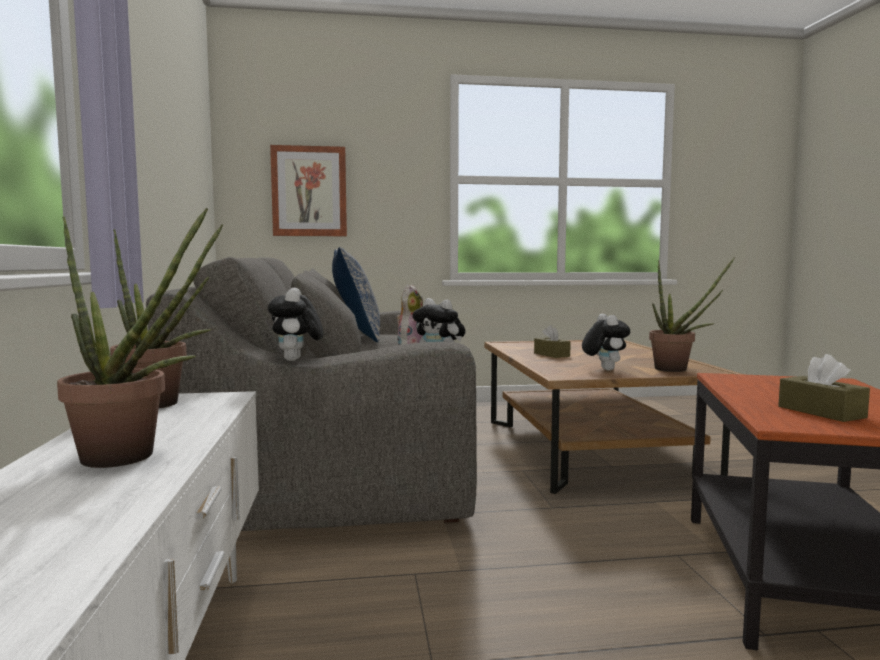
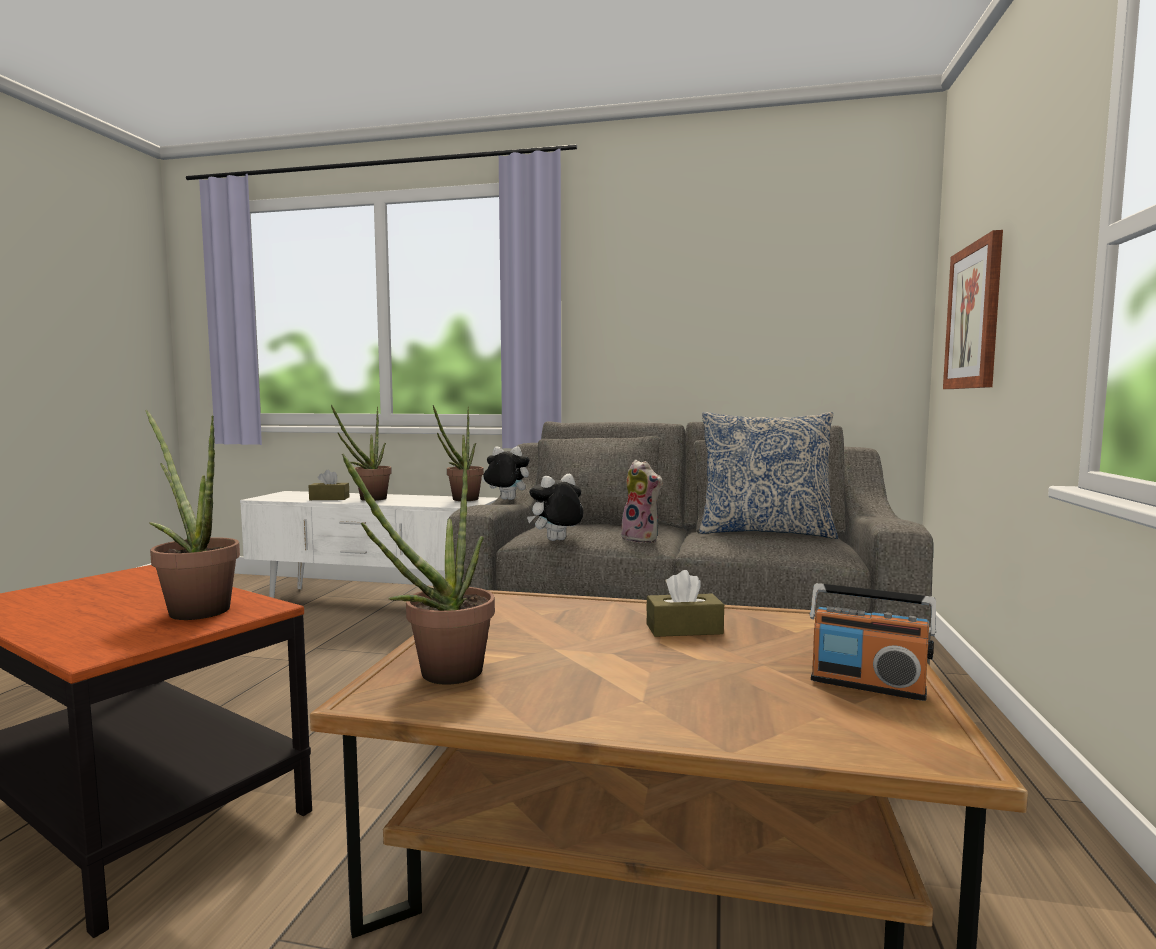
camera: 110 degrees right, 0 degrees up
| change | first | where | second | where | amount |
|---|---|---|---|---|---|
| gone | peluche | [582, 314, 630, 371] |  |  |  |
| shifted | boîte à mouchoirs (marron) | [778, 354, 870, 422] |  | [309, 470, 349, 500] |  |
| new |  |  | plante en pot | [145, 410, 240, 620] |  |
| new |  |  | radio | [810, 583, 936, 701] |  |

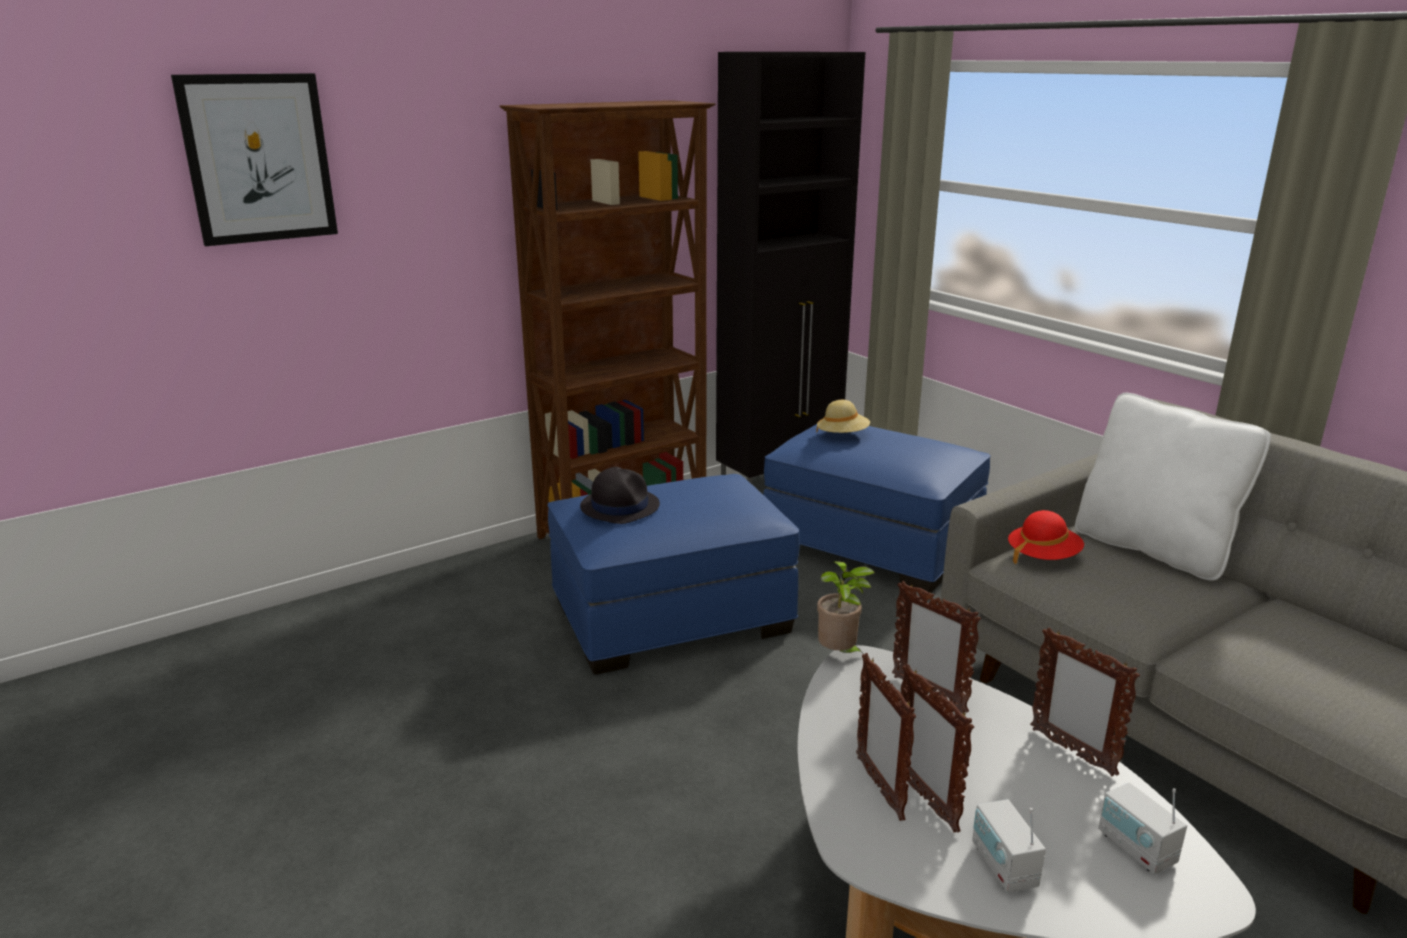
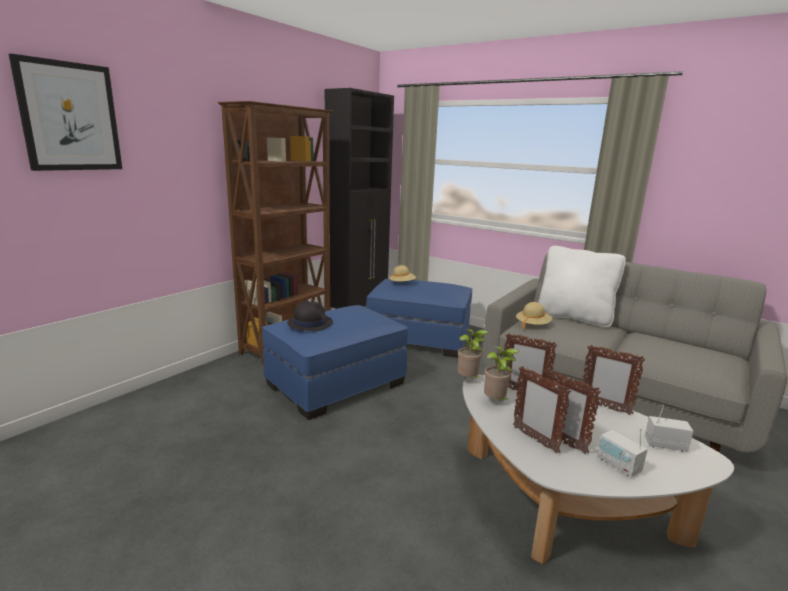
camera: 20 degrees left, 5 degrees down
| change | first | where | second | where | amount |
|---|---|---|---|---|---|
| repainted | chapeau (rouge) | [1008, 510, 1084, 565] | chapeau (beige) | [516, 302, 552, 330] |  |
| rotated | radio | [1098, 783, 1187, 874] |  | [645, 405, 694, 452] | 150 degrees clockwise |
| new |  |  | plante en pot | [484, 347, 519, 401] |  |

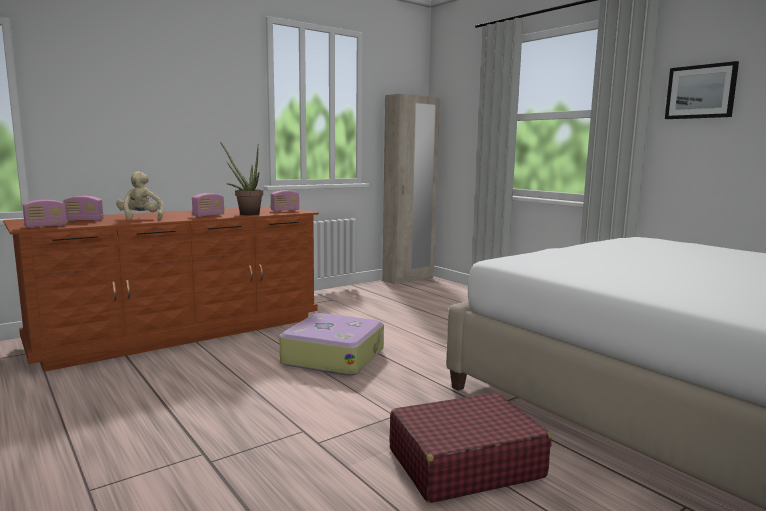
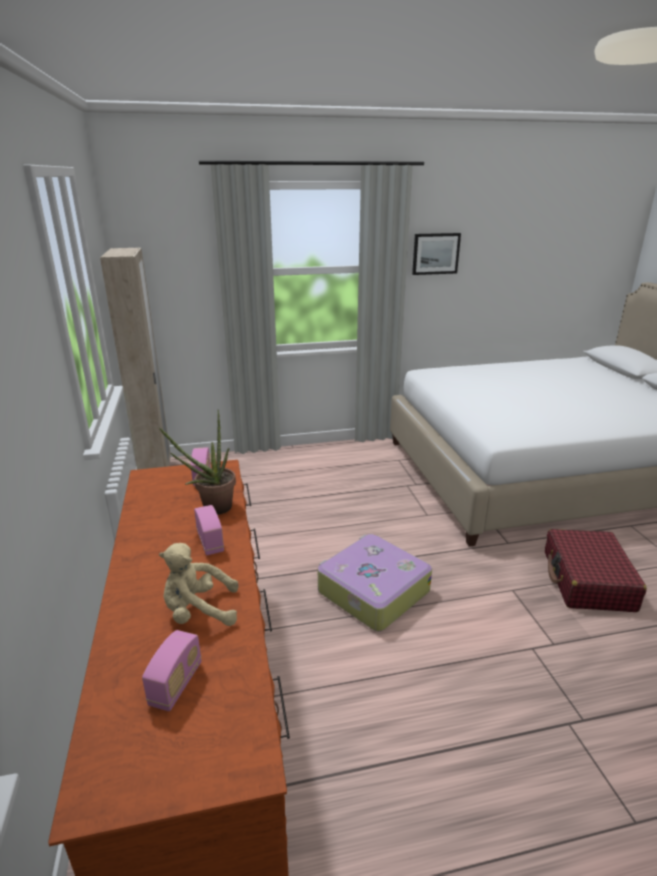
camera: 65 degrees left, 15 degrees up
| change | first | where | second | where | amount |
|---|---|---|---|---|---|
| gone | radio | [22, 200, 67, 228] |  |  |  |

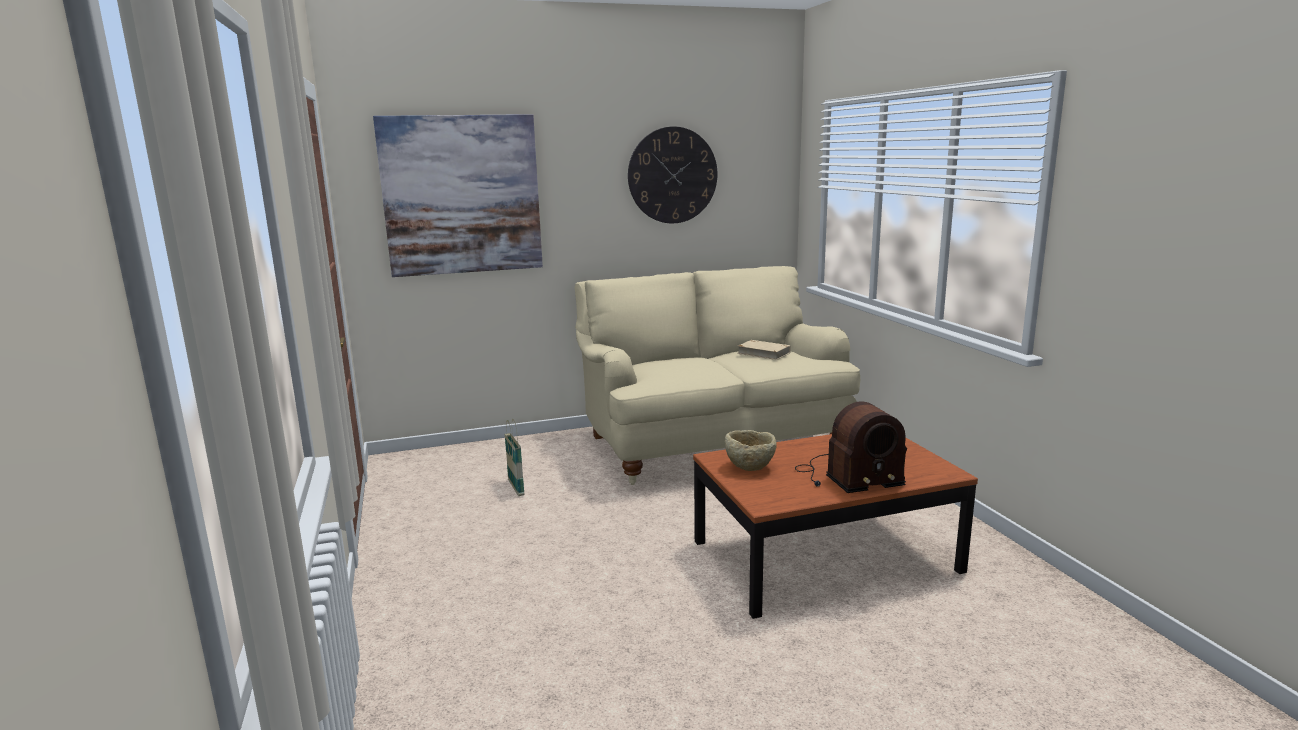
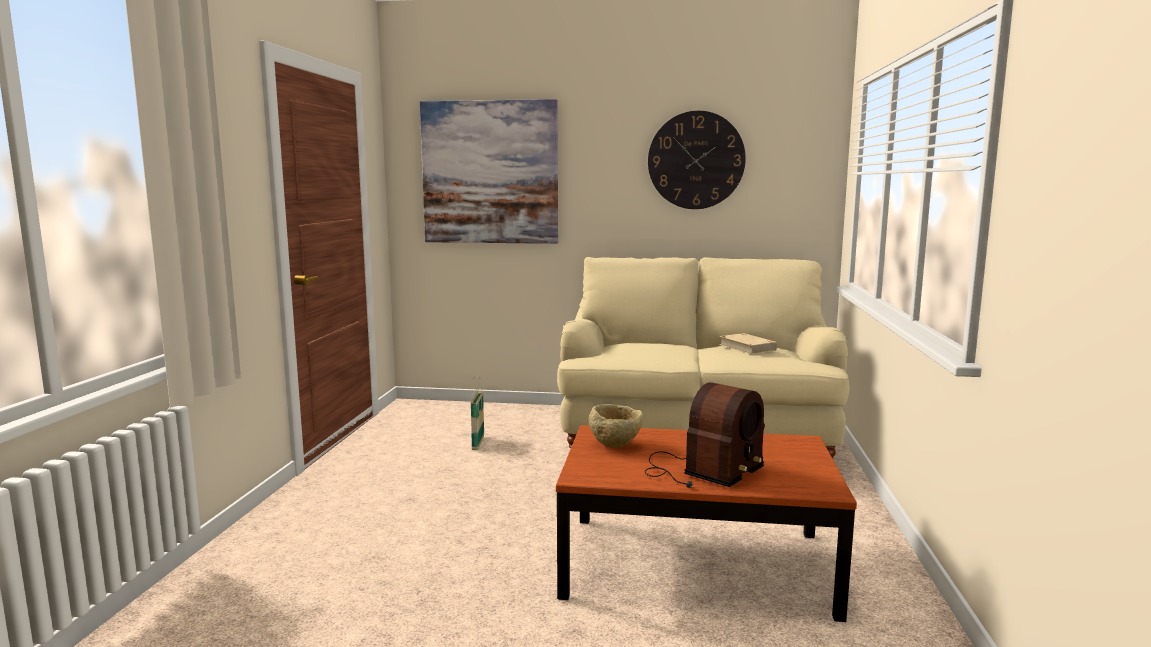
camera: 25 degrees right, 5 degrees down
| change | first | where | second | where | amount |
|---|---|---|---|---|---|
| rotated | radio | [795, 401, 907, 493] |  | [645, 382, 765, 488] | 60 degrees counterclockwise |

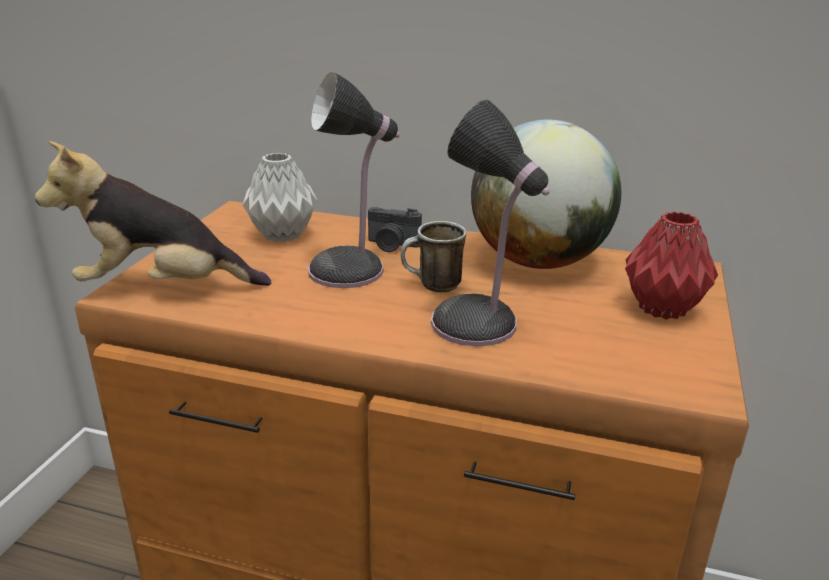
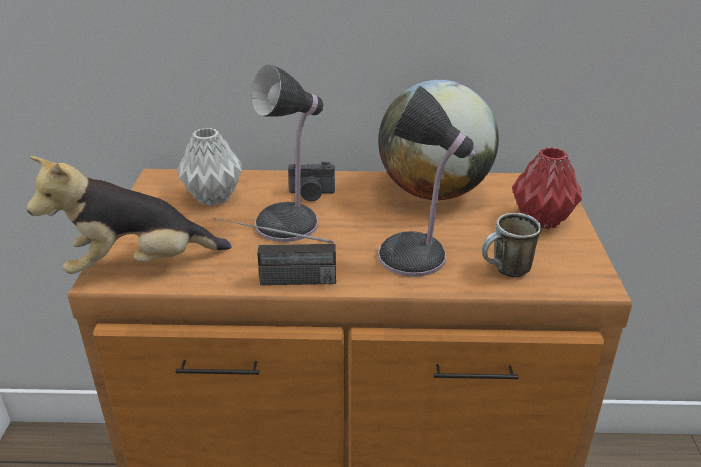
camera: 15 degrees left, 5 degrees up
| change | first | where | second | where | amount |
|---|---|---|---|---|---|
| shifted | mug | [401, 221, 466, 292] |  | [482, 213, 541, 277] |  |
| new |  |  | radio | [213, 218, 336, 285] |  |

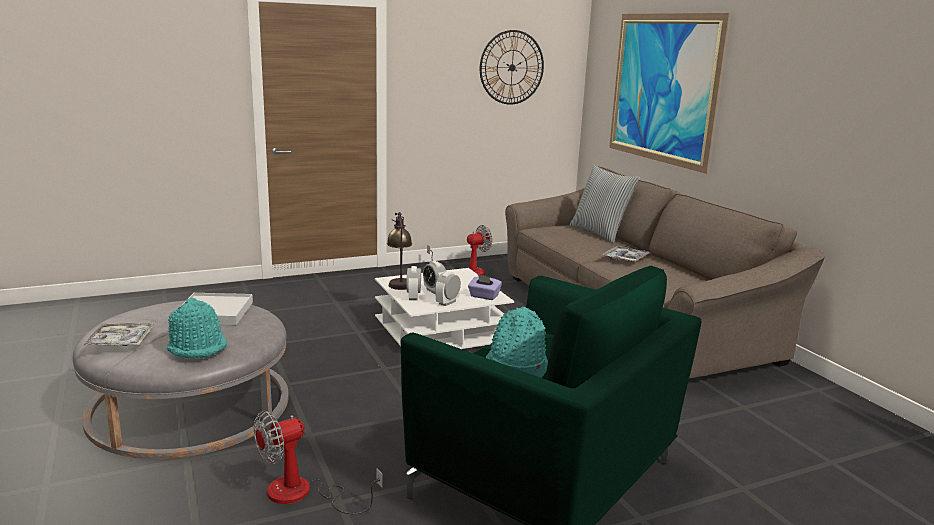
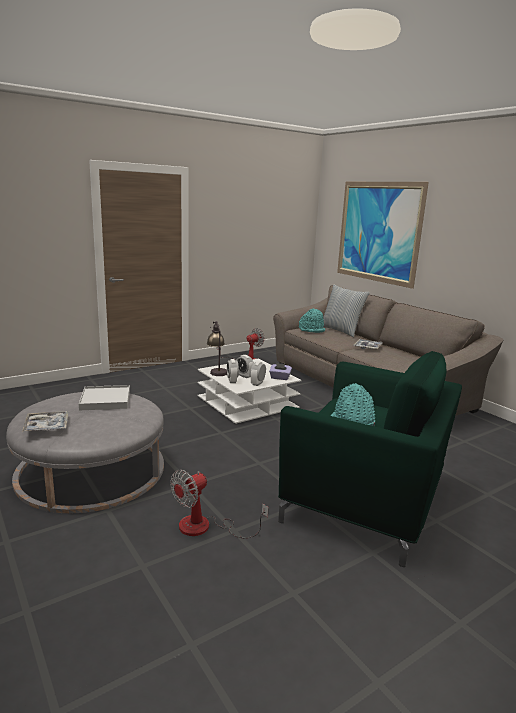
camera: 10 degrees left, 0 degrees up
| change | first | where | second | where | amount |
|---|---|---|---|---|---|
| gone | horloge murale | [480, 30, 544, 105] |  |  |  |
| shifted | chapeau (turquoise) | [166, 297, 227, 359] |  | [299, 308, 325, 333] |  |

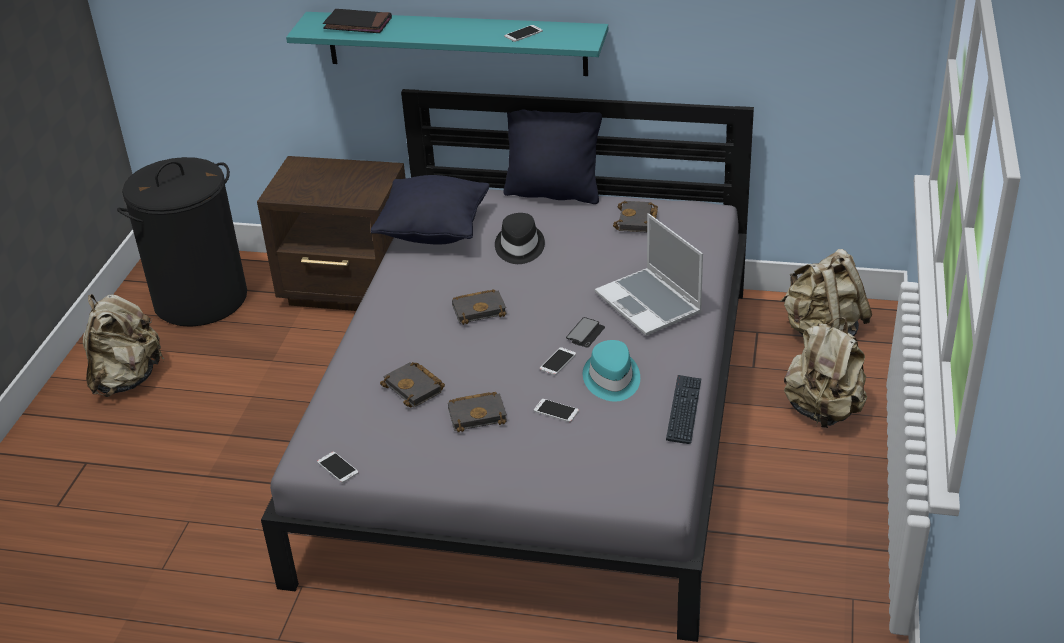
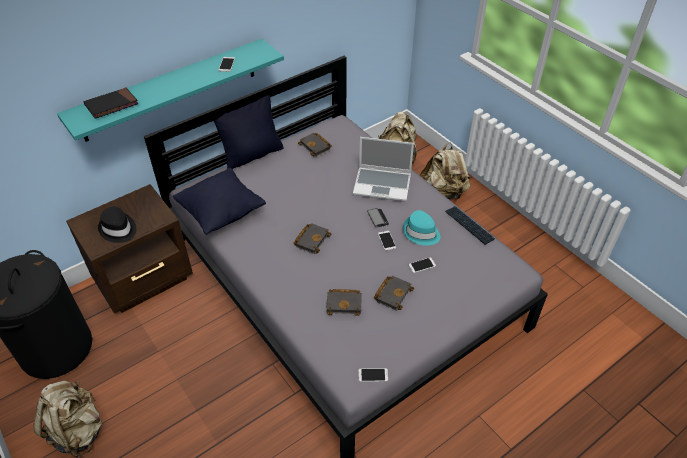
camera: 50 degrees left, 10 degrees up
| change | first | where | second | where | amount |
|---|---|---|---|---|---|
| shifted | chapeau (noir) | [495, 213, 545, 264] |  | [98, 206, 136, 243] |  |

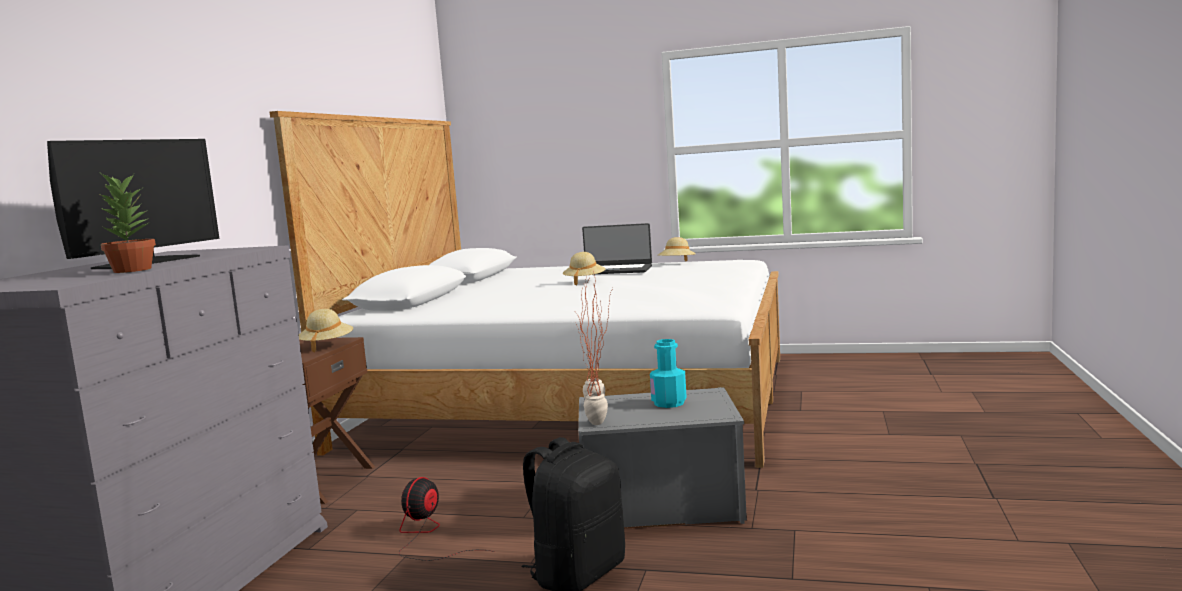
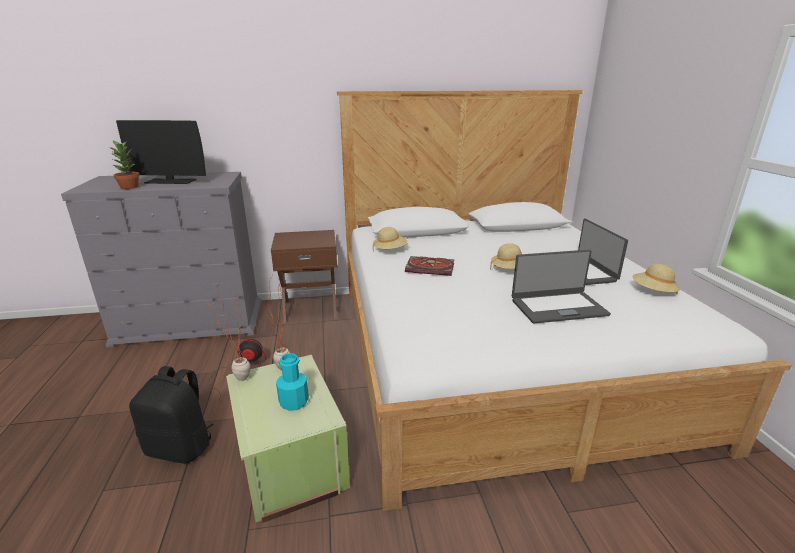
camera: 65 degrees right, 15 degrees up
| change | first | where | second | where | amount |
|---|---|---|---|---|---|
| shifted | chapeau (beige) | [299, 309, 353, 352] |  | [373, 227, 407, 250] |  |
| repainted | boîte de rangement (gris) | [578, 387, 747, 529] | boîte de rangement (vert) | [226, 355, 350, 523] |  |
| new |  |  | ordinateur portable | [512, 250, 611, 324] |  |
| new |  |  | livre | [405, 256, 454, 276] |  |

